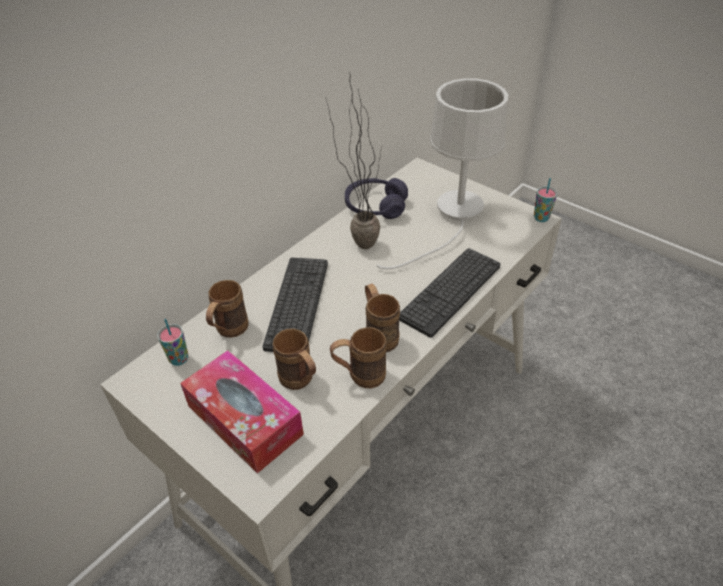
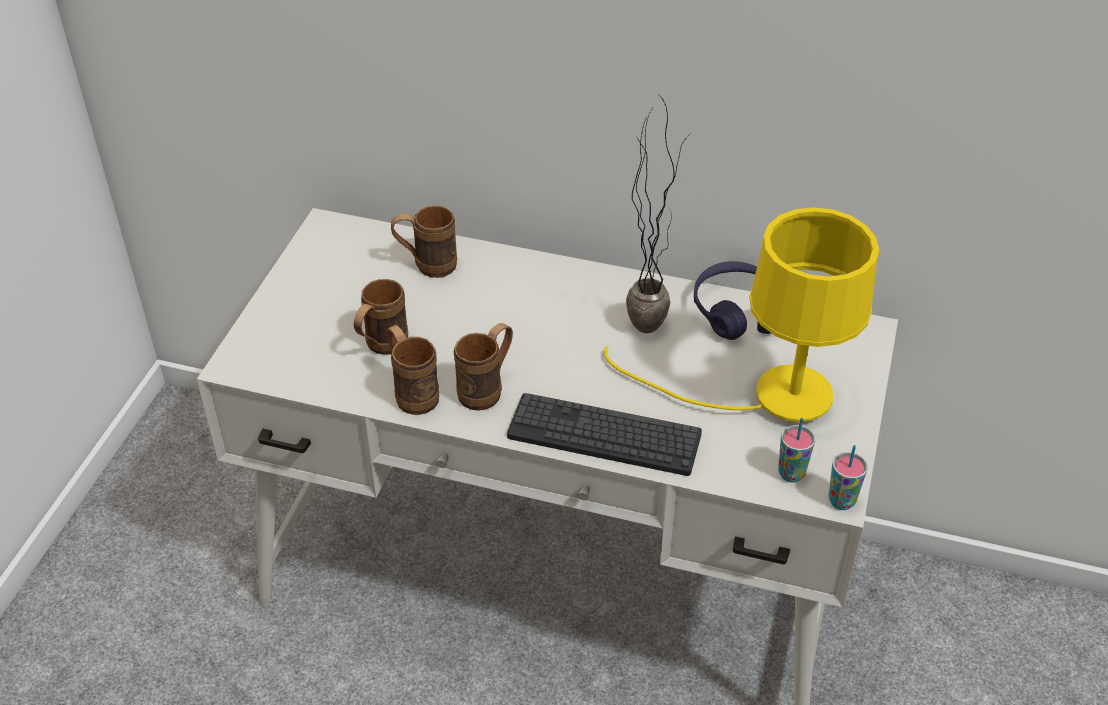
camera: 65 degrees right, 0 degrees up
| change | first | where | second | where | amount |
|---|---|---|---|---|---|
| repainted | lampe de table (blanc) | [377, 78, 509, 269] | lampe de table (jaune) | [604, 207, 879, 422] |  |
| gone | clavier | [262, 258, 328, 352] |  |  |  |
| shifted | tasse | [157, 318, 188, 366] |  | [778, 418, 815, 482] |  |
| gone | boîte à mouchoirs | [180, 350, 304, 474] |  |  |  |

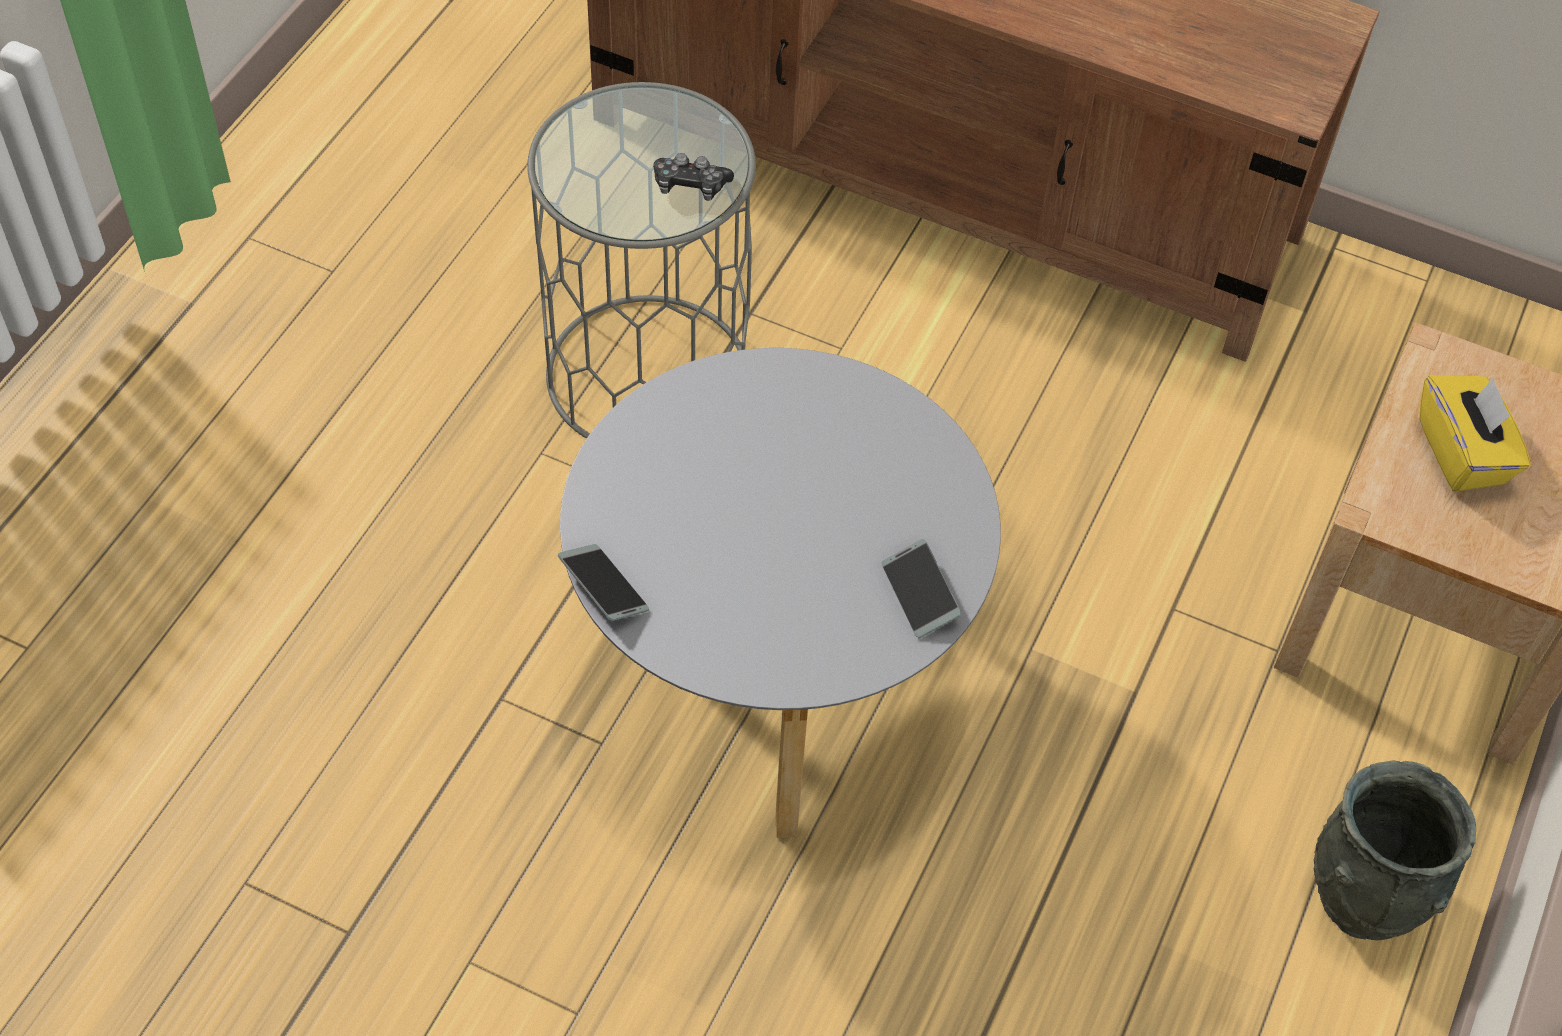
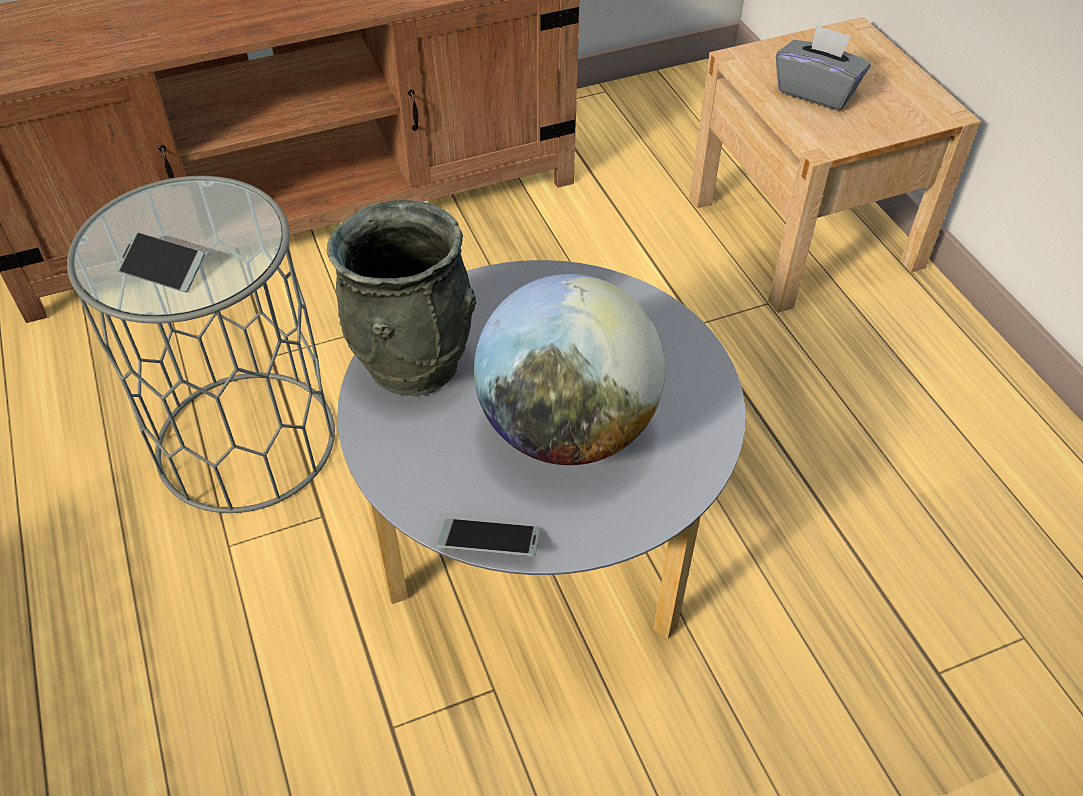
camera: 45 degrees left, 5 degrees down
| change | first | where | second | where | amount |
|---|---|---|---|---|---|
| gone | manette | [653, 153, 734, 201] |  |  |  |
| repainted | boîte à mouchoirs (jaune) | [1419, 375, 1531, 492] | boîte à mouchoirs (gris) | [776, 25, 871, 111] |  |
| shifted | téléphone | [881, 539, 961, 638] |  | [115, 232, 205, 292] |  |
| shifted | vase (gris) | [1314, 760, 1476, 940] |  | [327, 200, 476, 397] |  |
| new |  |  | globe | [474, 274, 665, 465] |  |

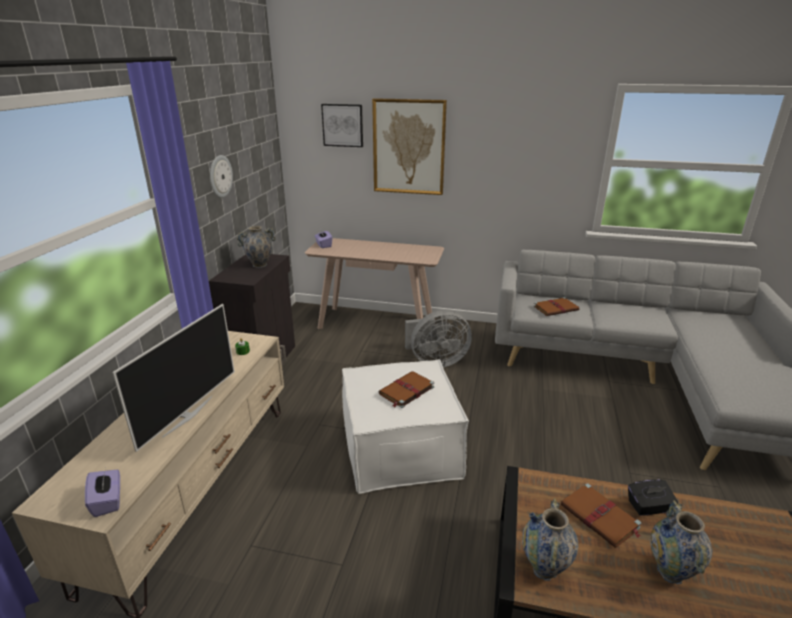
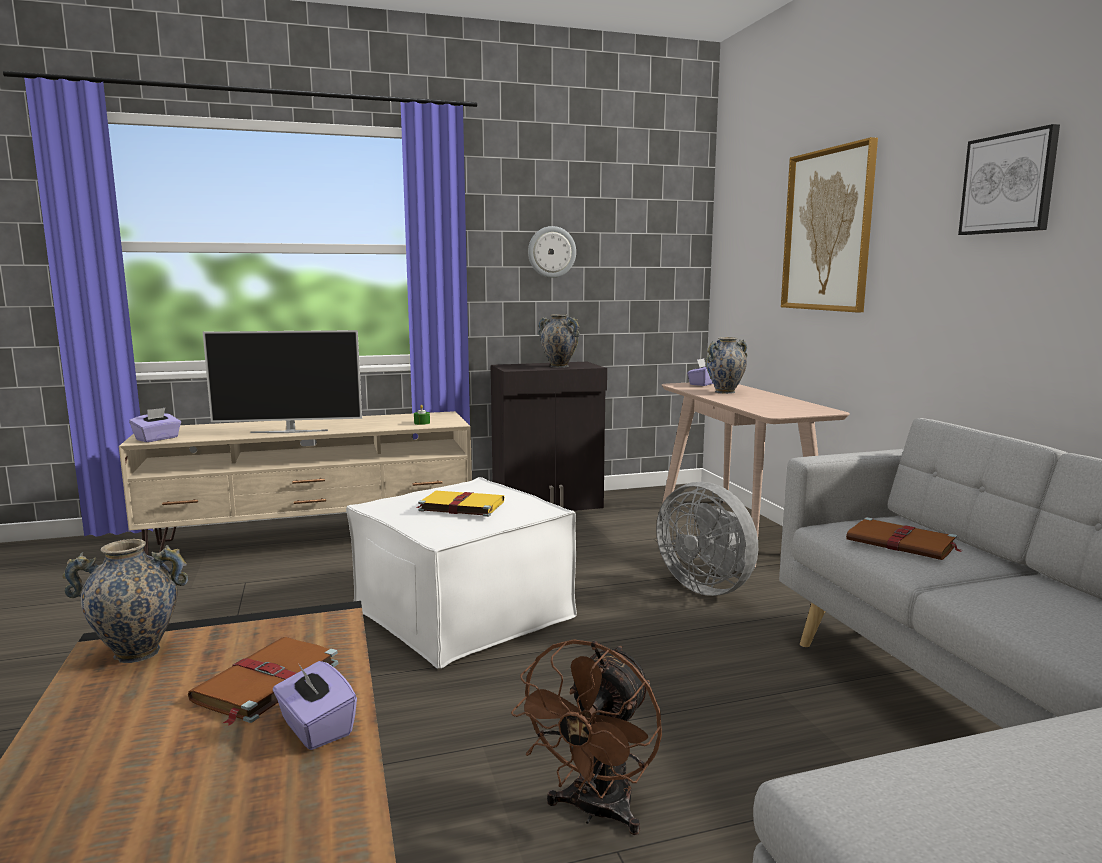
camera: 60 degrees right, 15 degrees down
| change | first | where | second | where | amount |
|---|---|---|---|---|---|
| shifted | tableau | [321, 104, 363, 147] |  | [958, 124, 1060, 235] |  |
| repainted | livre (marron) | [379, 371, 434, 408] | livre (jaune) | [416, 490, 504, 517] |  |
| repainted | boîte à mouchoirs (noir) | [628, 479, 678, 516] | boîte à mouchoirs (violet) | [273, 661, 357, 750] |  |
| shifted | vase | [650, 500, 712, 584] |  | [706, 337, 748, 394] |  |
| new |  |  | ventilateur (marron) | [511, 639, 662, 835] |  |

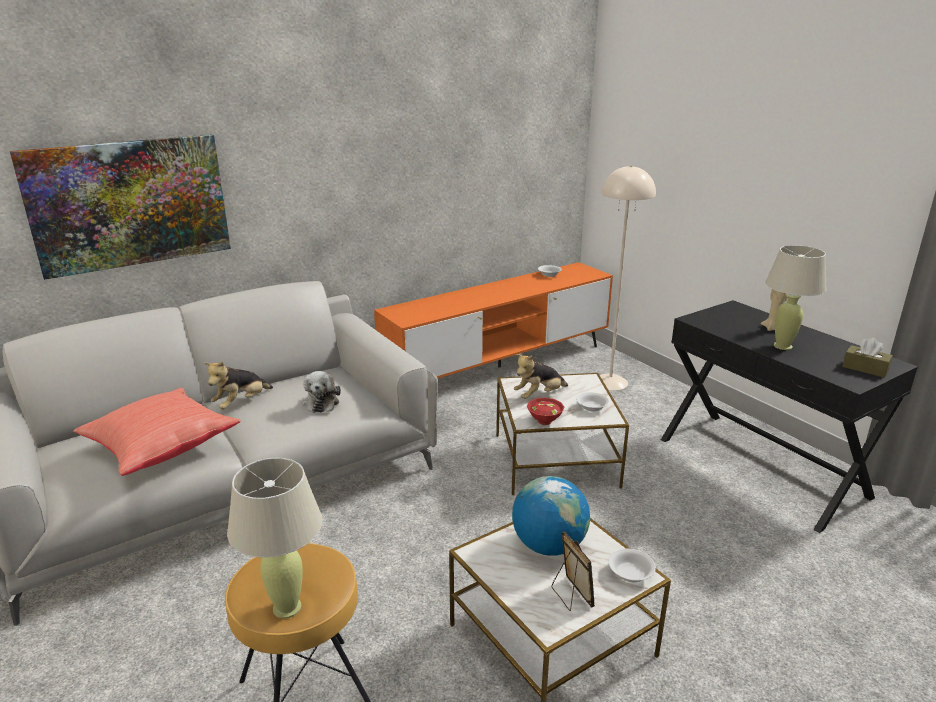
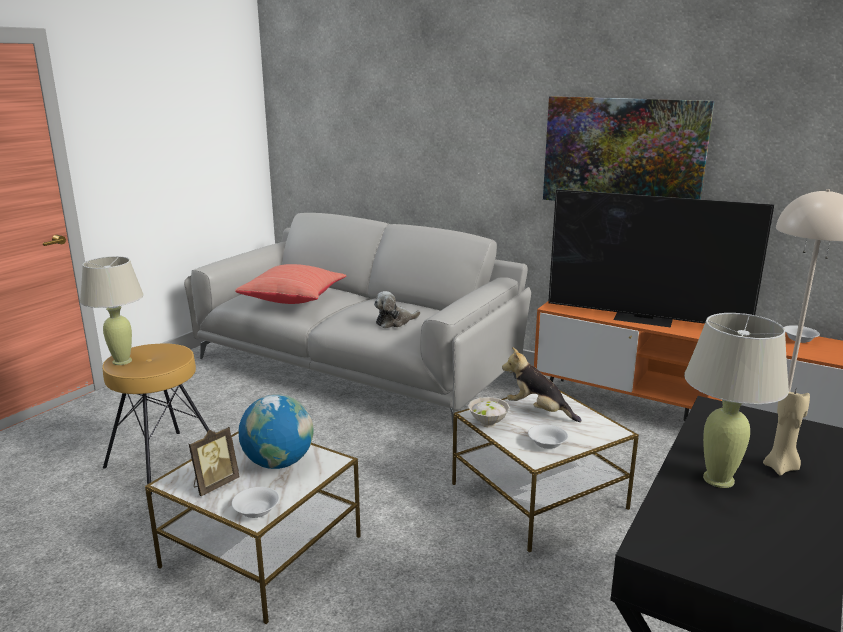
camera: 65 degrees right, 5 degrees down
| change | first | where | second | where | amount |
|---|---|---|---|---|---|
| shifted | tableau | [10, 134, 231, 280] |  | [543, 96, 715, 201] |  |
| gone | boîte à mouchoirs (marron) | [842, 338, 893, 378] |  |  |  |
| gone | peluche | [204, 361, 273, 409] |  |  |  |
| repainted | bol (rouge) | [527, 398, 564, 425] | bol (blanc) | [468, 397, 510, 428] |  |
| new |  |  | téléviseur | [548, 189, 774, 328] |  |

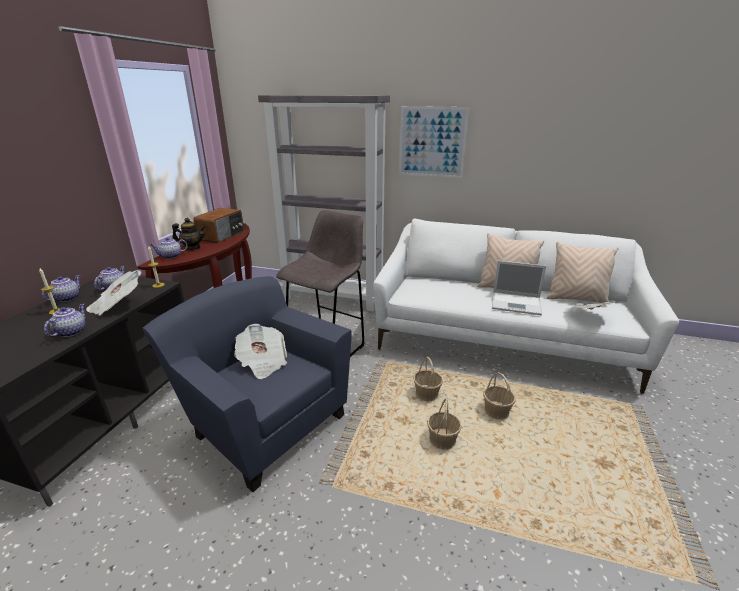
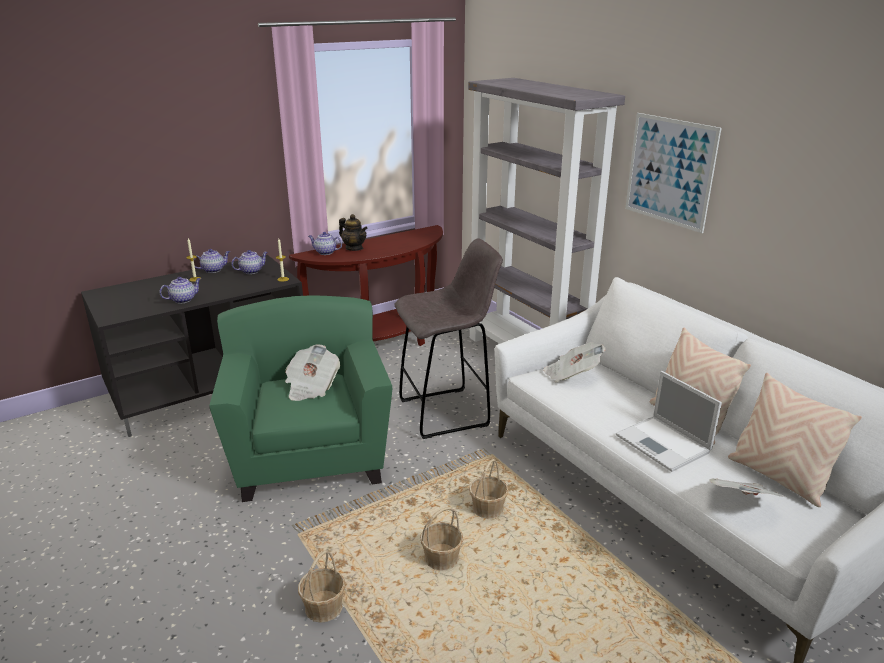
camera: 40 degrees right, 0 degrees up
| change | first | where | second | where | amount |
|---|---|---|---|---|---|
| gone | radio | [193, 208, 244, 243] |  |  |  |
| shifted | journal | [86, 270, 141, 316] |  | [543, 342, 606, 382] |  |
| repainted | fauteuil (bleu) | [142, 277, 352, 492] | fauteuil (vert) | [209, 295, 392, 502] |  |
| shifted | panier | [483, 372, 515, 420] |  | [298, 550, 345, 623] |  |

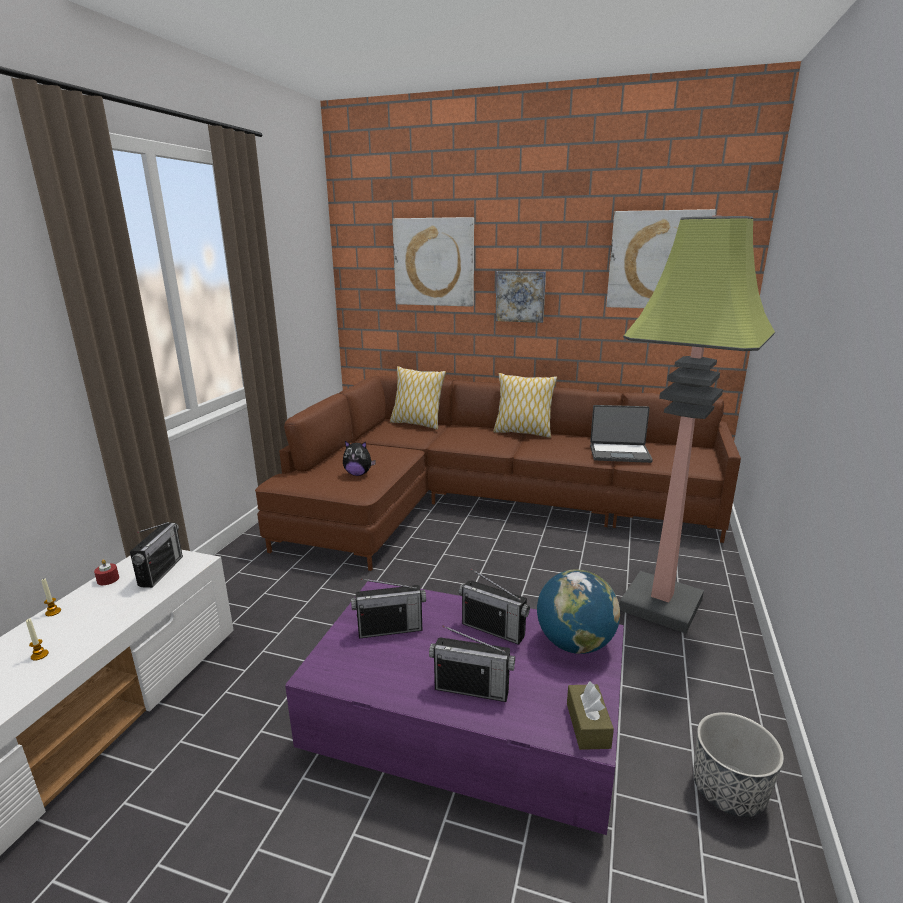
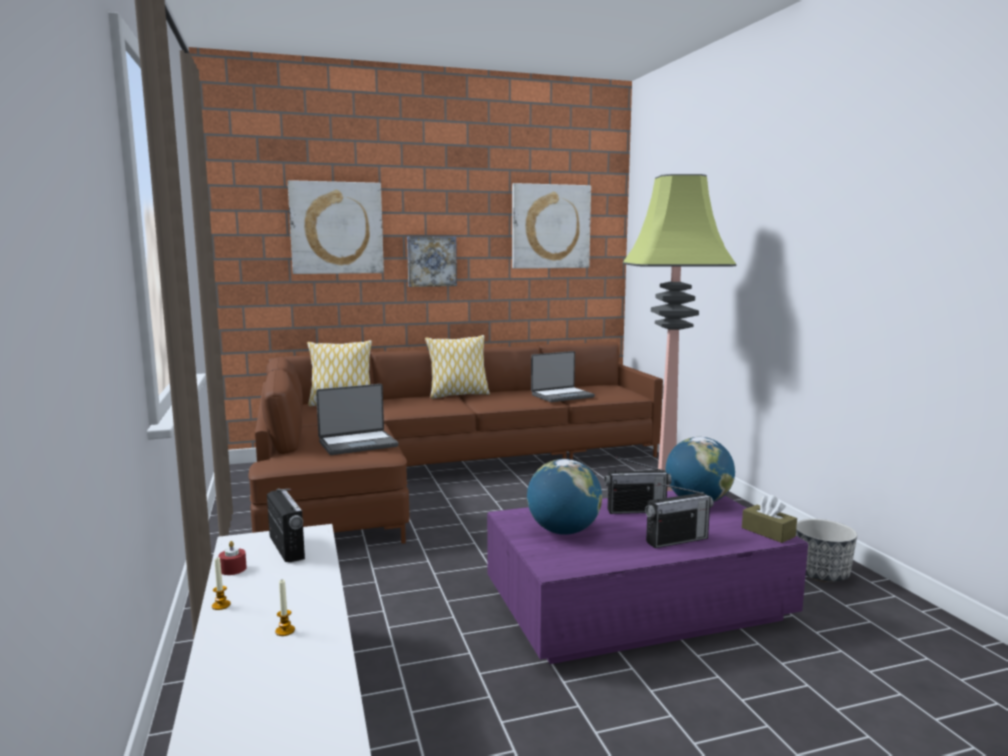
camera: 35 degrees left, 10 degrees down
| change | first | where | second | where | amount |
|---|---|---|---|---|---|
| swapped | peluche | [343, 441, 376, 476] | ordinateur portable | [316, 384, 398, 455] |  |
| swapped | radio | [351, 579, 426, 638] | globe | [527, 459, 602, 535] |  |

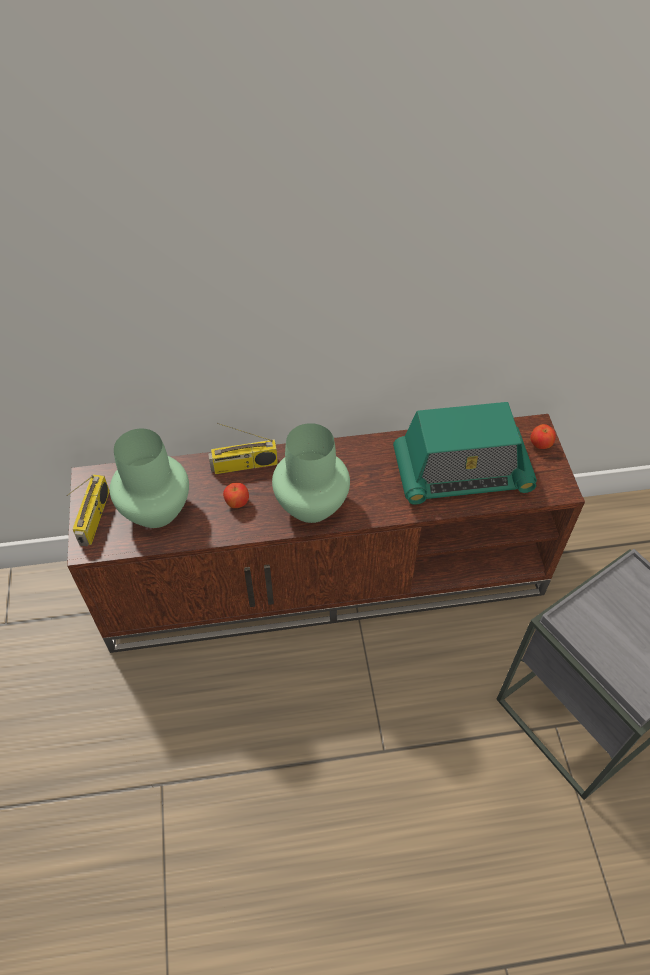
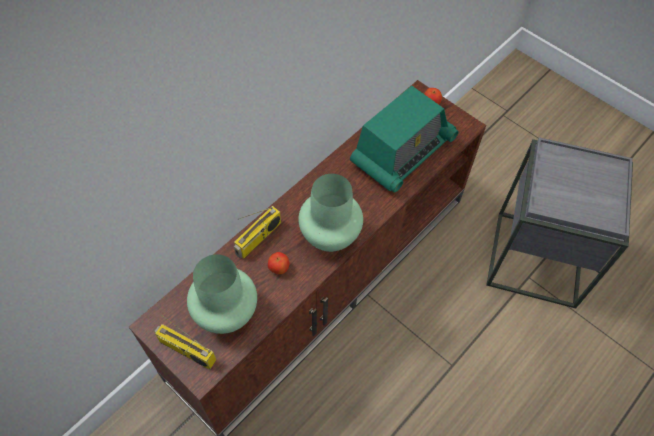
camera: 40 degrees left, 5 degrees up
| change | first | where | second | where | amount |
|---|---|---|---|---|---|
| rotated | radio | [66, 475, 110, 546] |  | [154, 315, 216, 370] | 150 degrees clockwise |

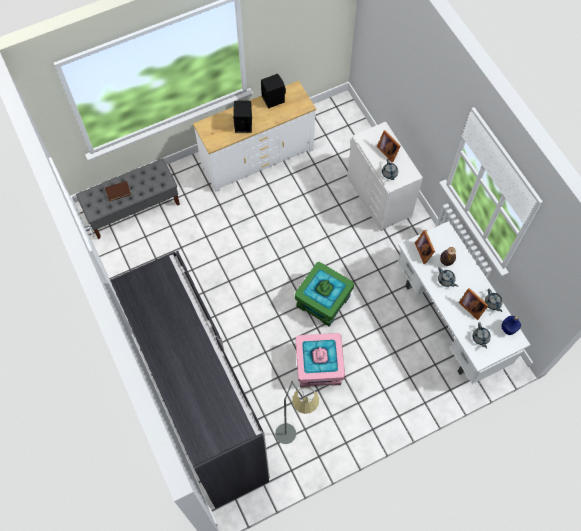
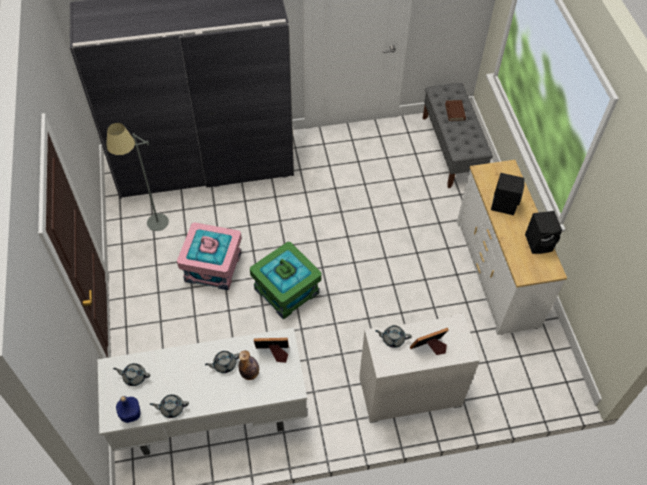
camera: 105 degrees right, 10 degrees down
| change | first | where | second | where | amount |
|---|---|---|---|---|---|
| gone | cadre photo | [459, 288, 489, 320] |  |  |  |

